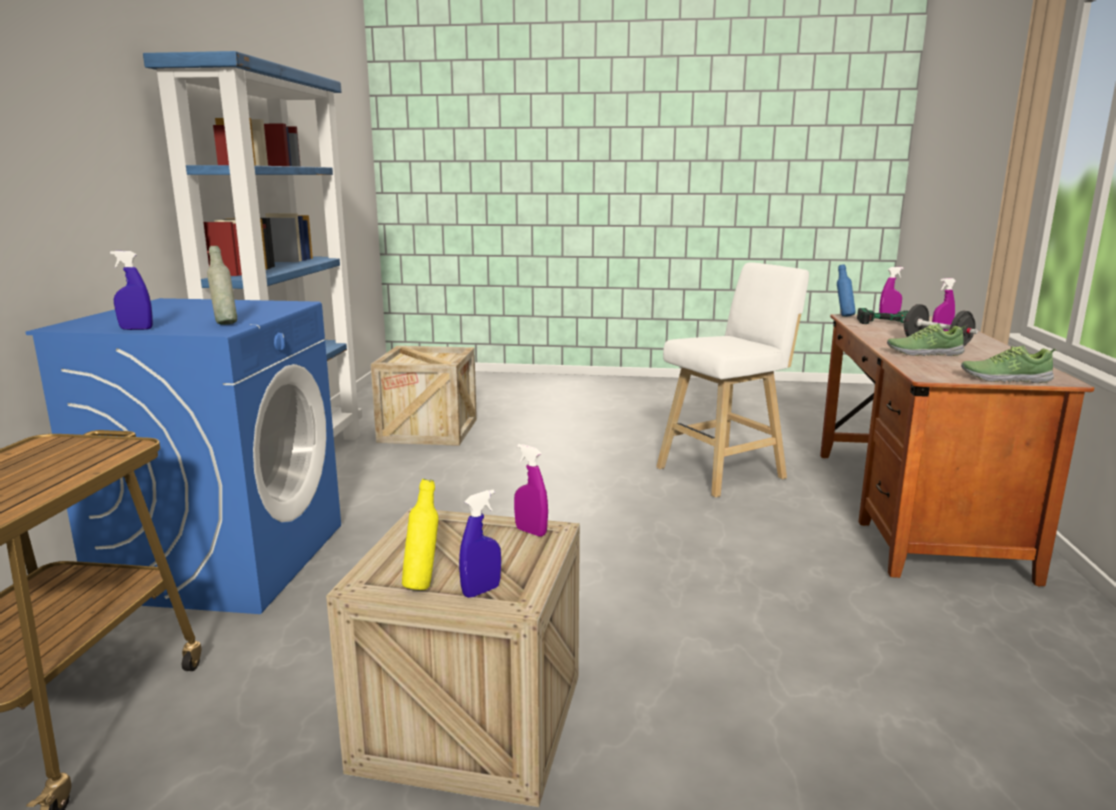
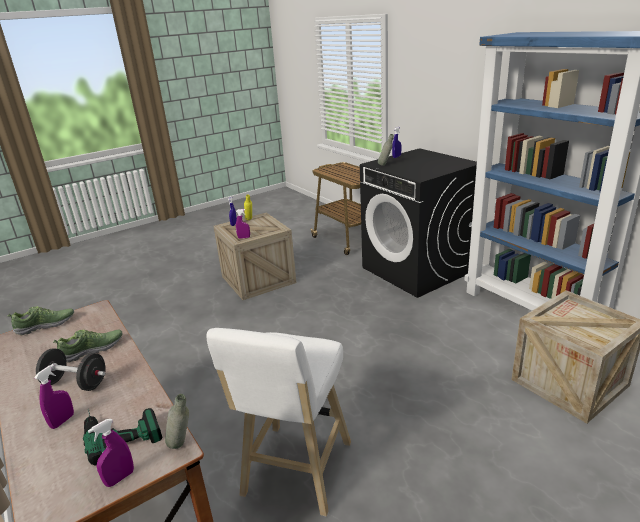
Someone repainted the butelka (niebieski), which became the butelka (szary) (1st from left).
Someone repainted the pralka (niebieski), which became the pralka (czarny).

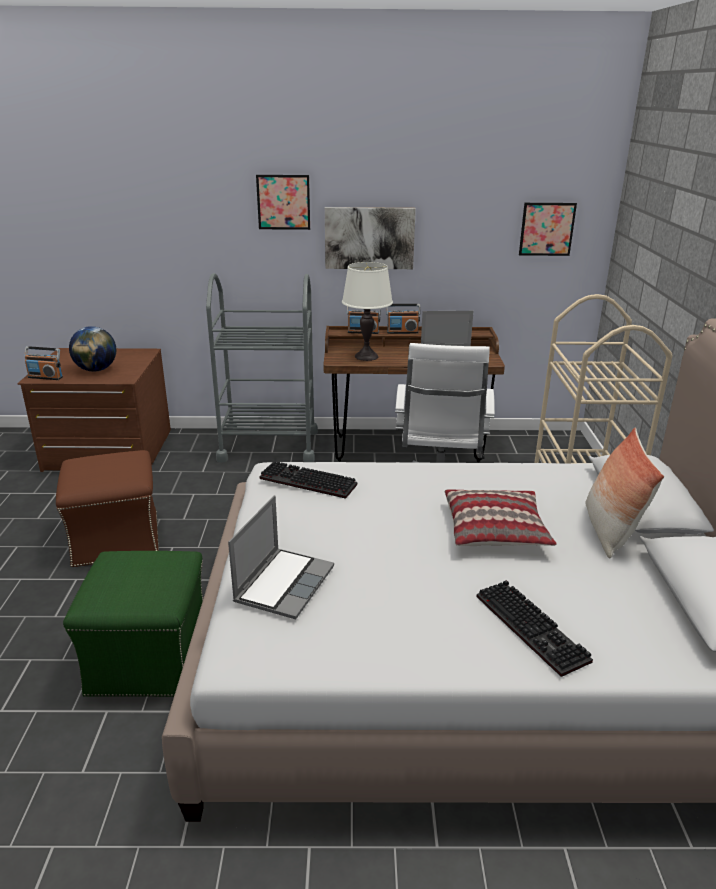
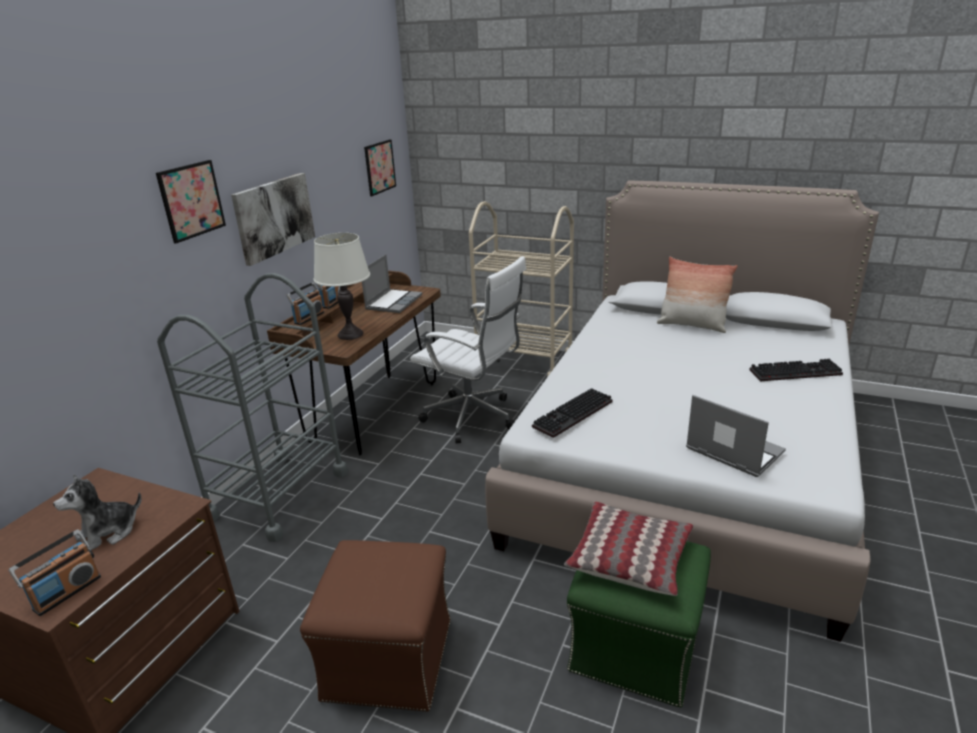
Someone swapped the globus for the pluszak.
Someone carried the poduszka (1st from left).

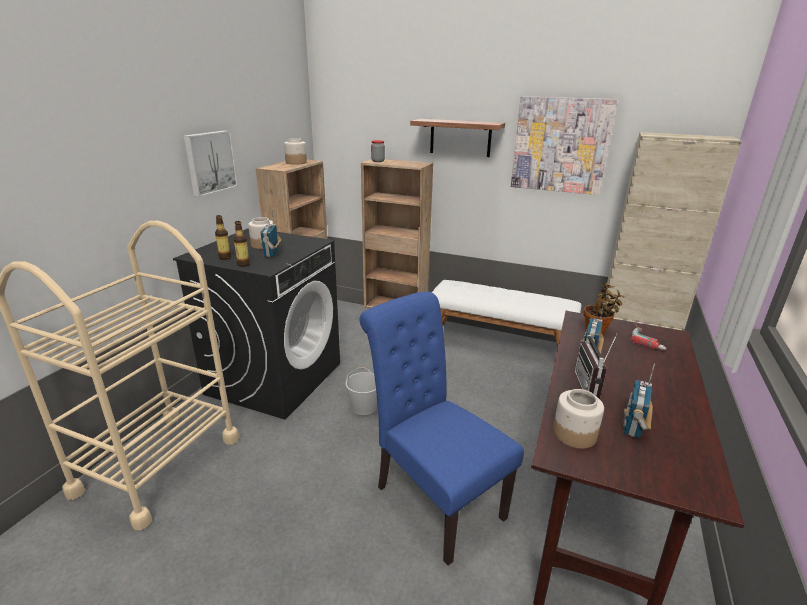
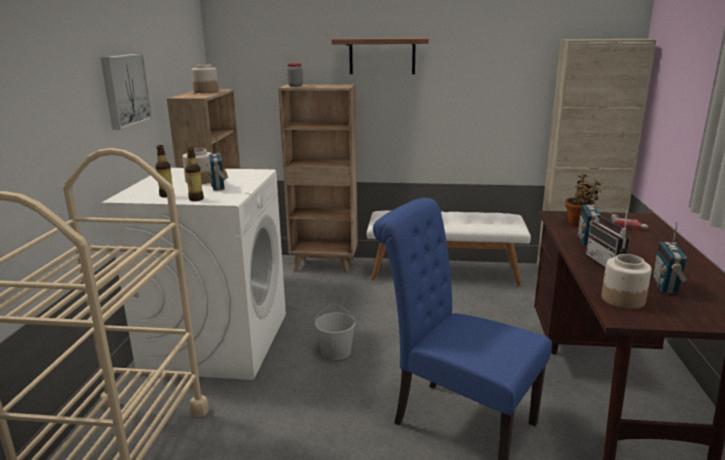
Someone took away the obraz (2nd from left).
Someone repainted the pralka (czarny), which became the pralka (biały).

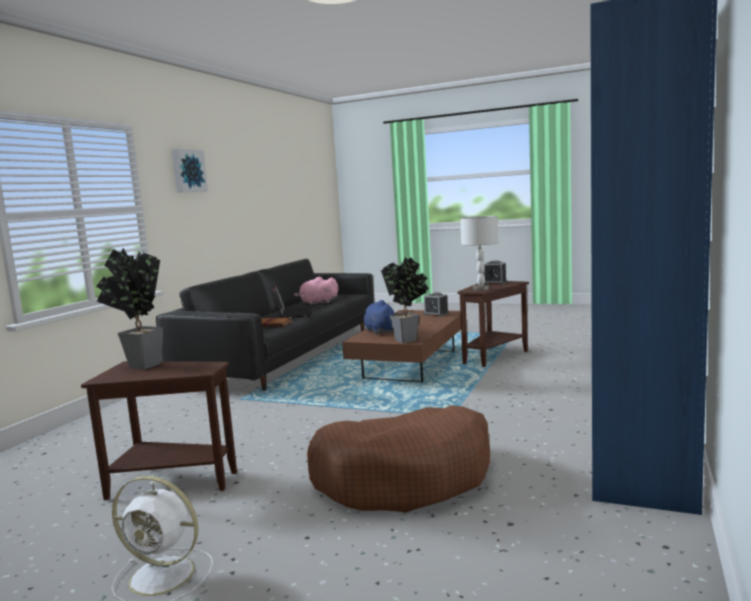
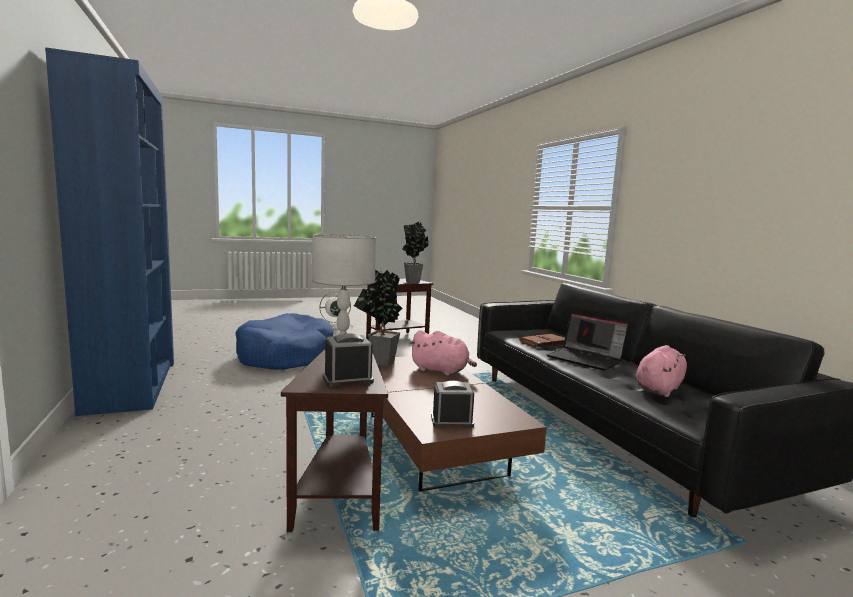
Someone took away the obraz.
Someone repainted the pluszak (niebieski), which became the pluszak (różowy) (1st from left).
Someone repainted the legowisko (brązowy), which became the legowisko (niebieski).

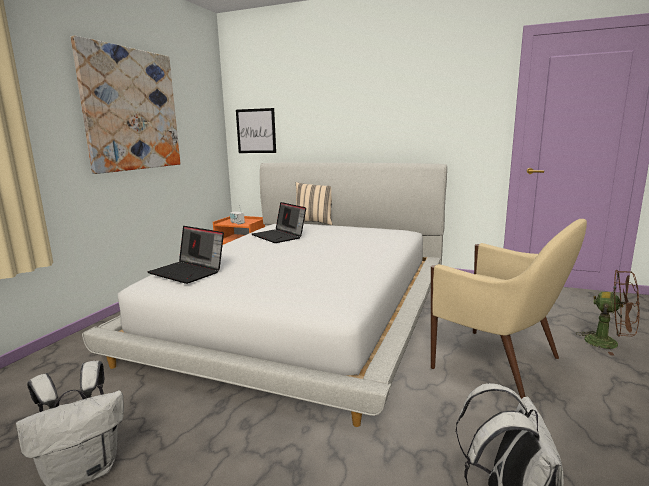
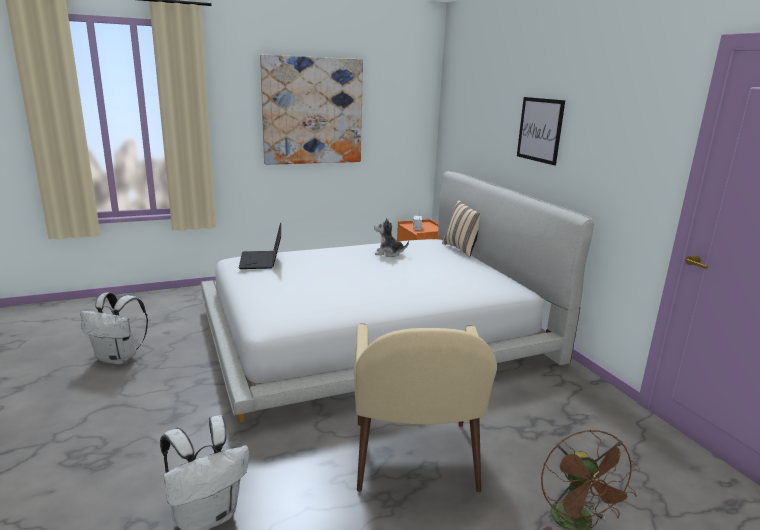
Someone carried the obraz (2nd from left).
Someone swapped the laptop (2nd from left) for the pluszak.

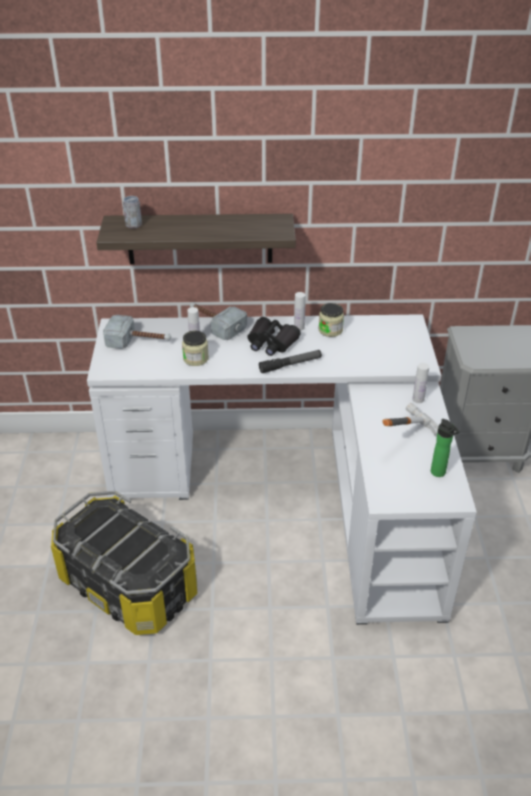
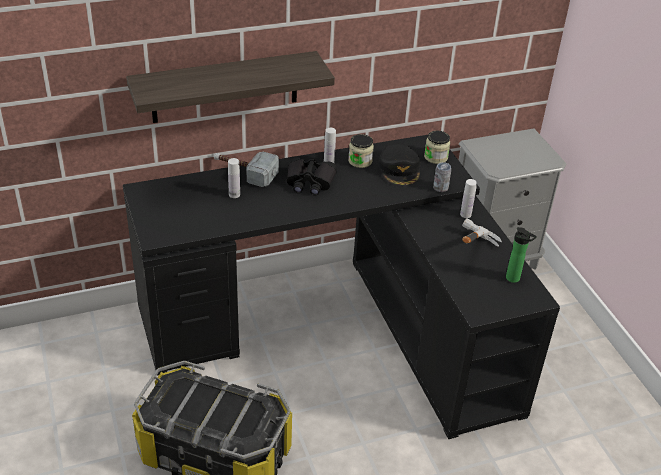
Someone carried the puszka.
Someone repainted the biurko (biały), which became the biurko (czarny).
Someone took away the młotek (1st from left).
Someone carried the słoik (1st from left in the first image).
Someone took away the latarka.
Someone put down the czapka z daszkiem (czarny).

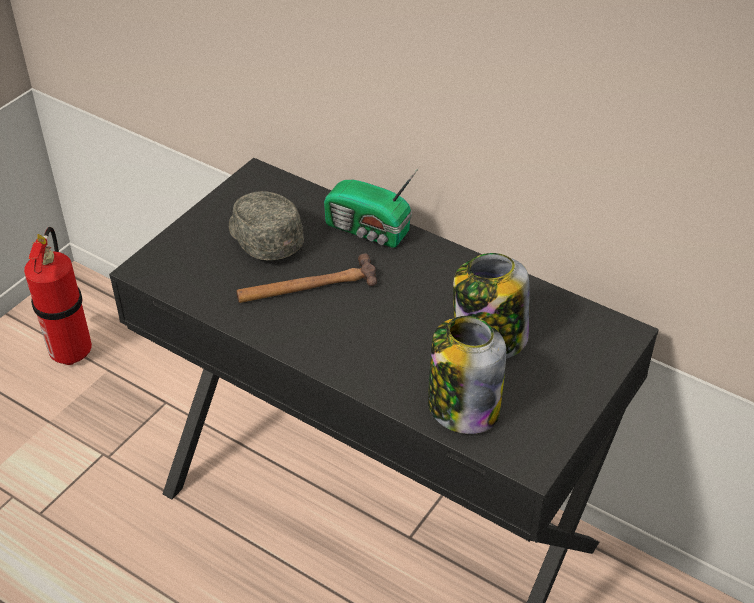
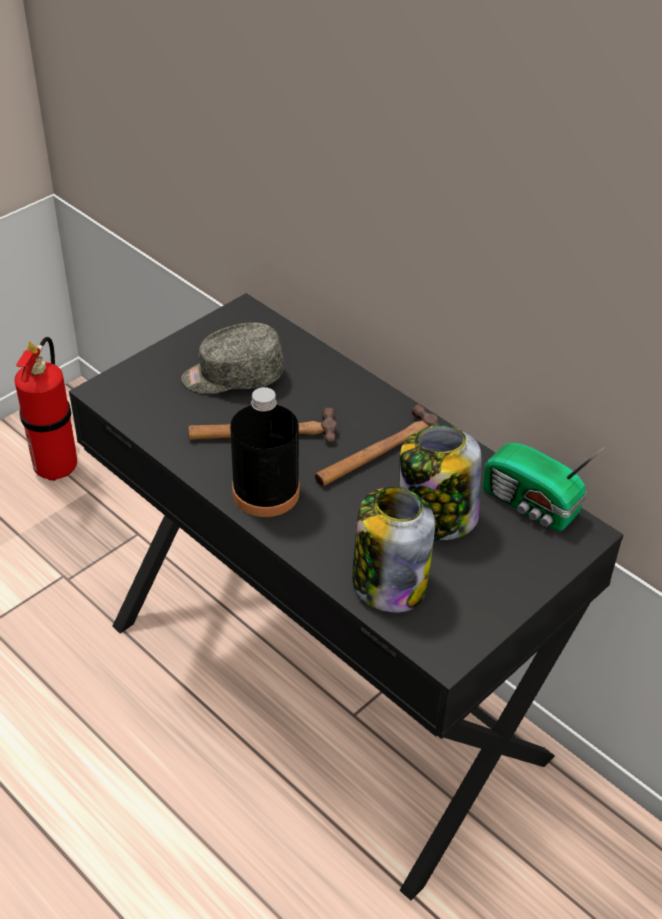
Someone carried the radio.
Someone rotated the czapka z daszkiem (szary) by 75 degrees counterclockwise.
Someone put down the butelka (czarny).
Someone put down the młotek (2nd from left).

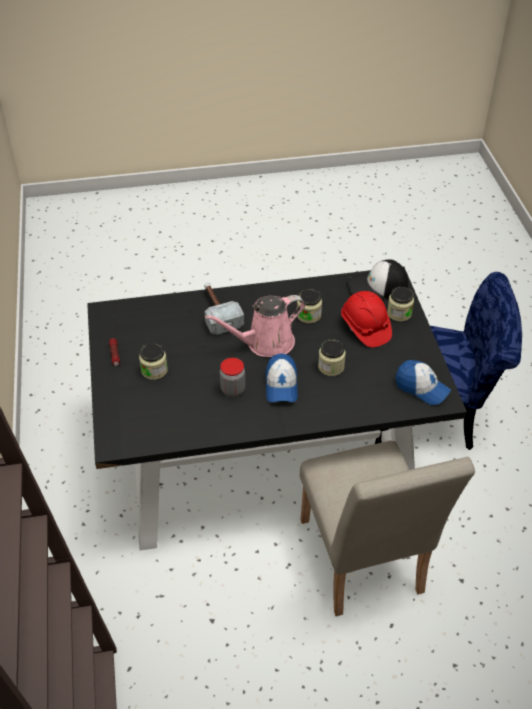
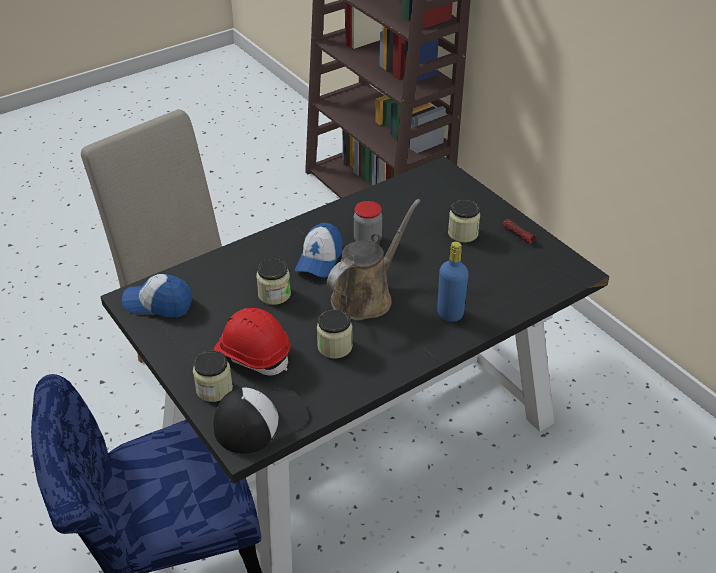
Someone swapped the młotek for the butelka (niebieski).
Someone repainted the konewka (różowy), which became the konewka (brązowy).
Someone rotated the czapka z daszkiem (1st from left in the first image) by 135 degrees counterclockwise.

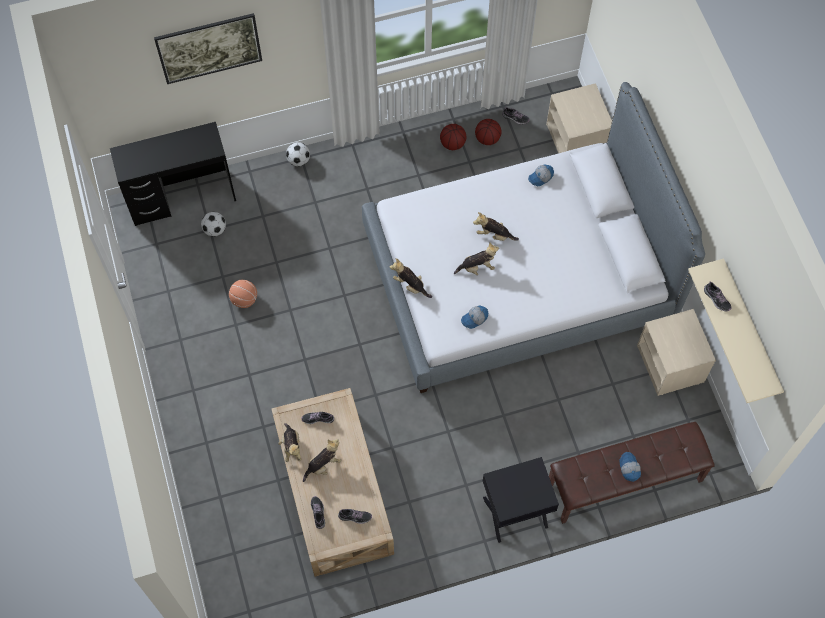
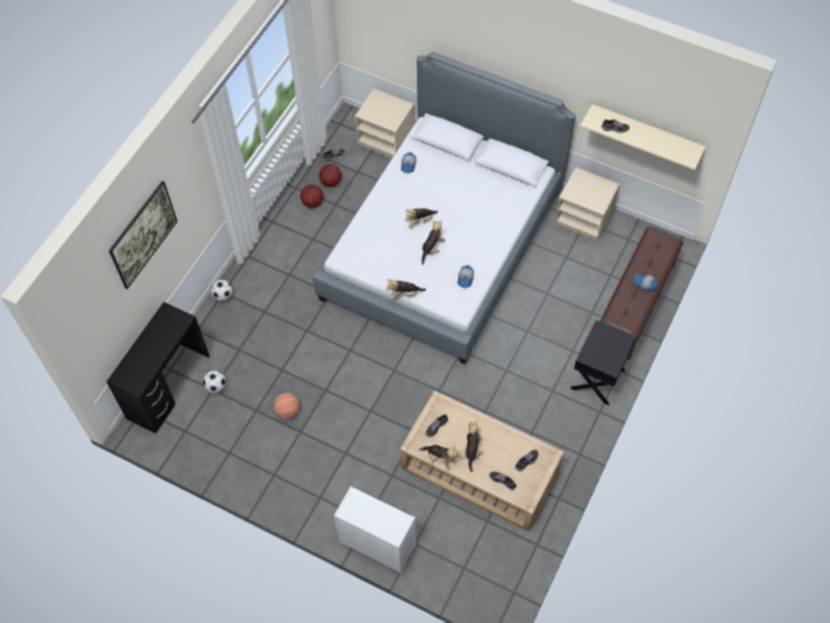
Someone put down the komoda (biały).

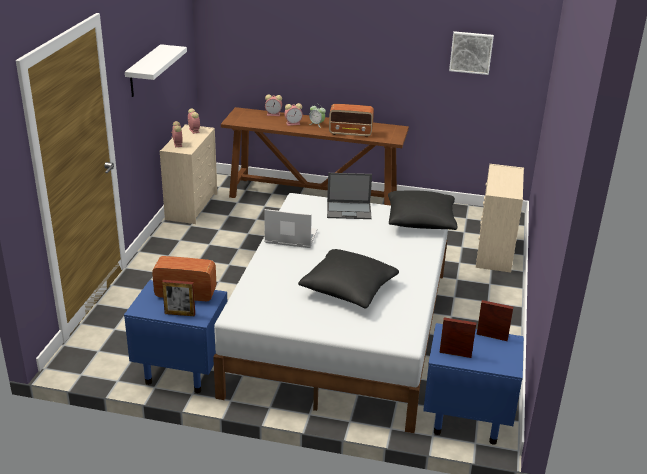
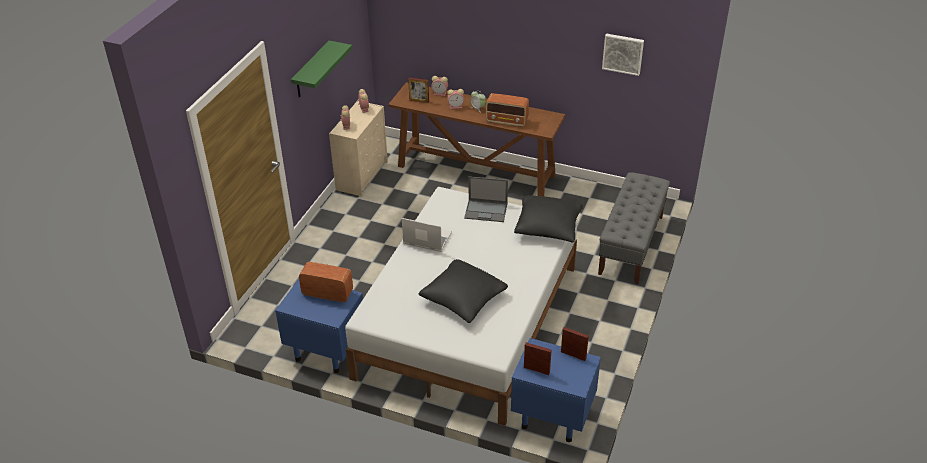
Someone repainted the półka (biały), which became the półka (zielony).
Someone swapped the komoda (beżowy) (2nd from left) for the ławka (szary).
Someone carried the ramka na zdjęcie (1st from left).

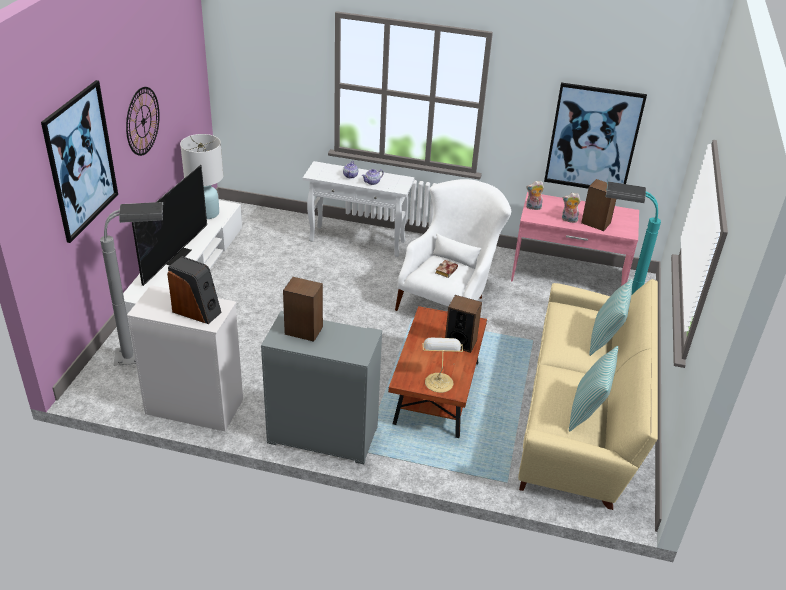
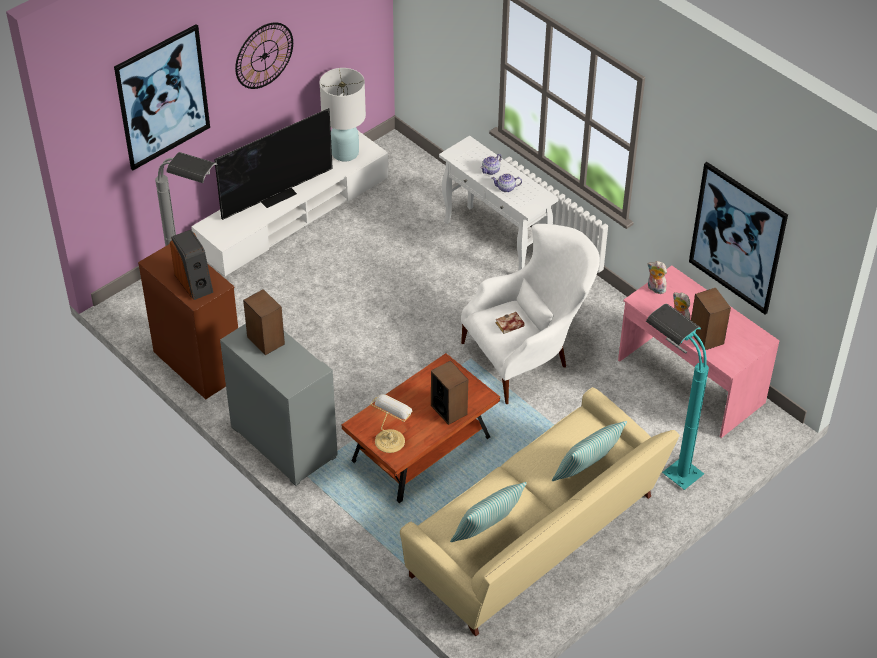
Someone repainted the komoda (biały), which became the komoda (brązowy).

